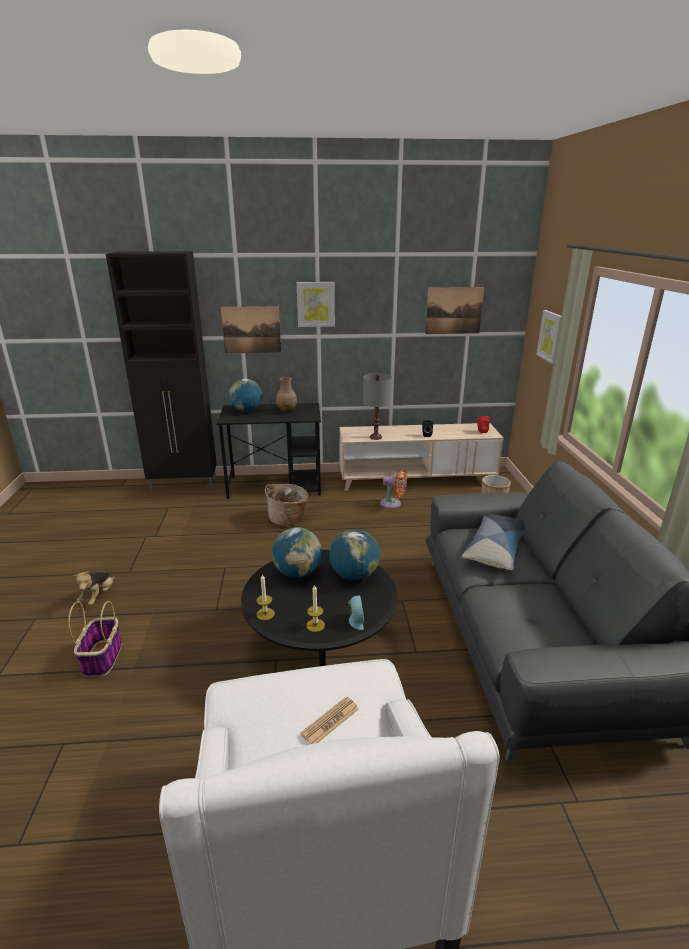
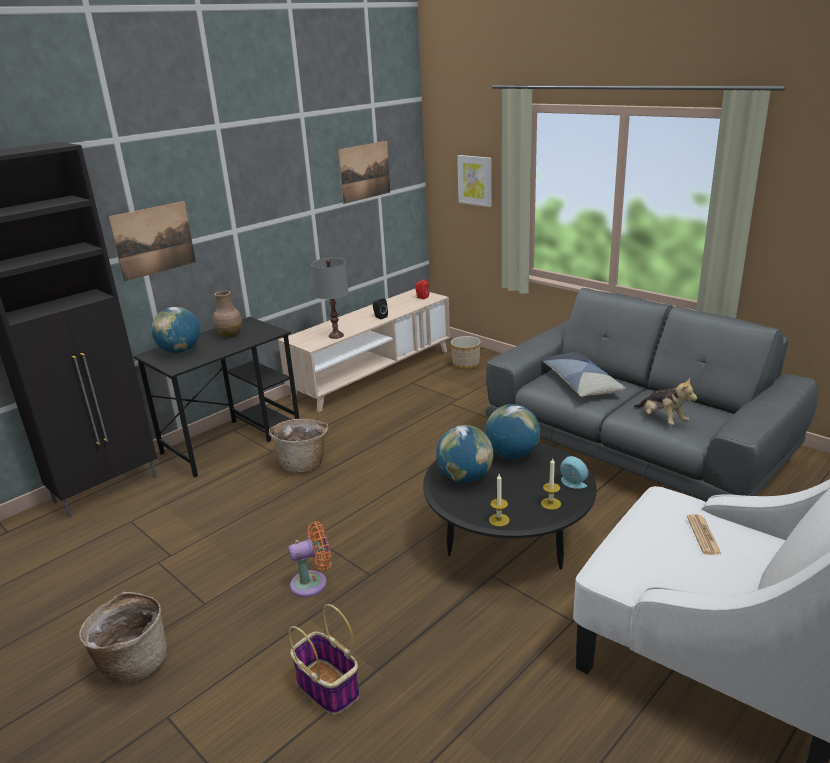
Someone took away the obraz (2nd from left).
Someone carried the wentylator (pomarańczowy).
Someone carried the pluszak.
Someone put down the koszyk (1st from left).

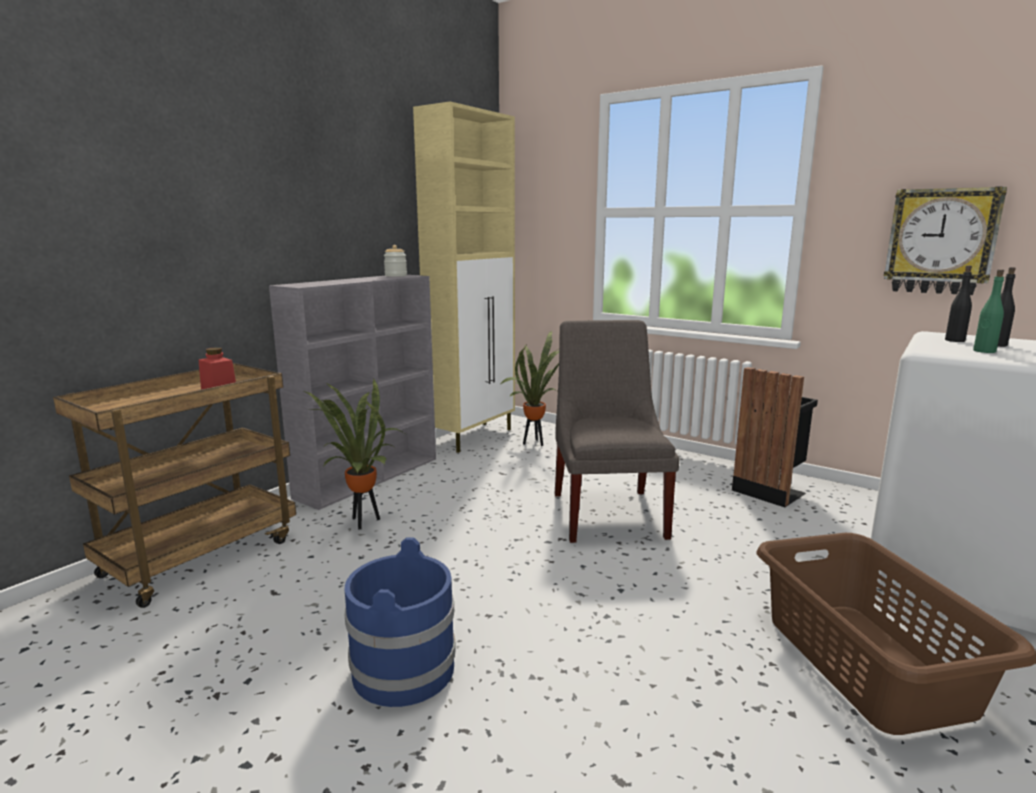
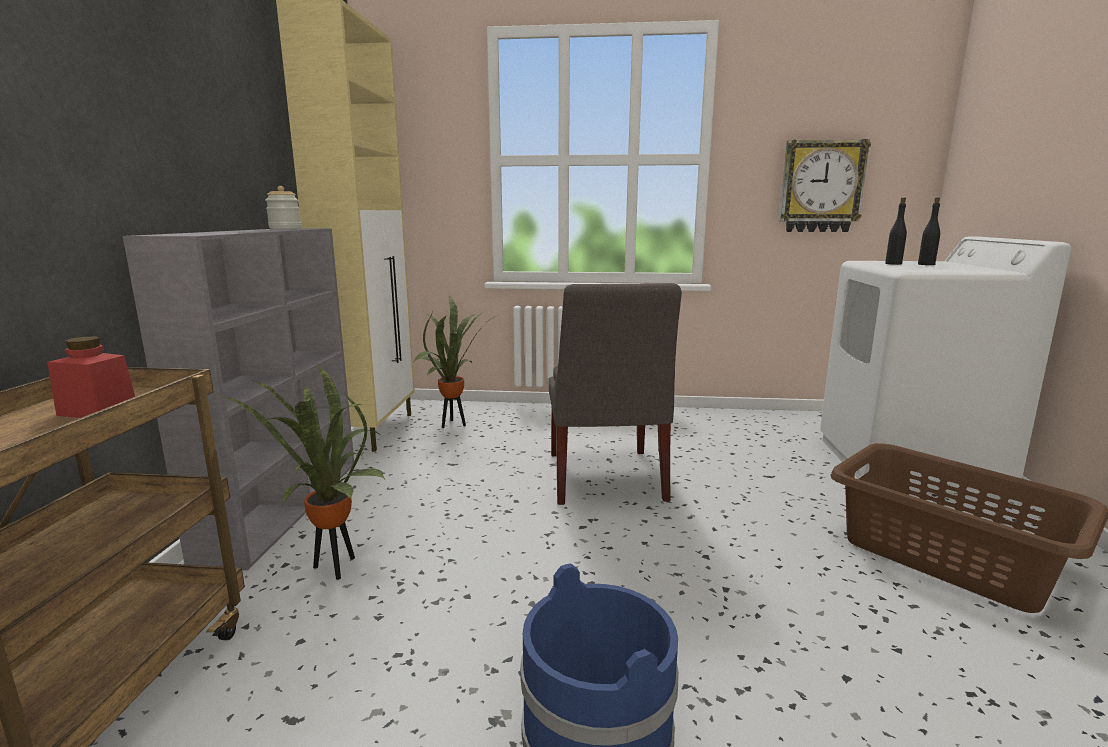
Someone took away the butelka (zielony).
Someone rotated the krzesło (szary) by 150 degrees counterclockwise.
Someone took away the kosz na śmieci (czarny).

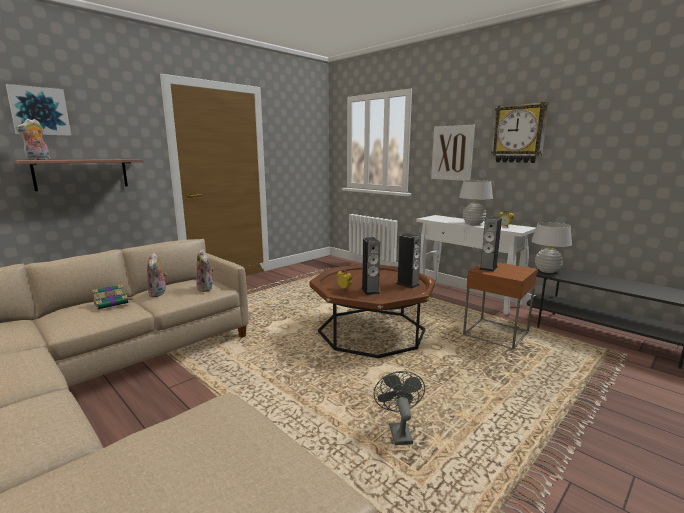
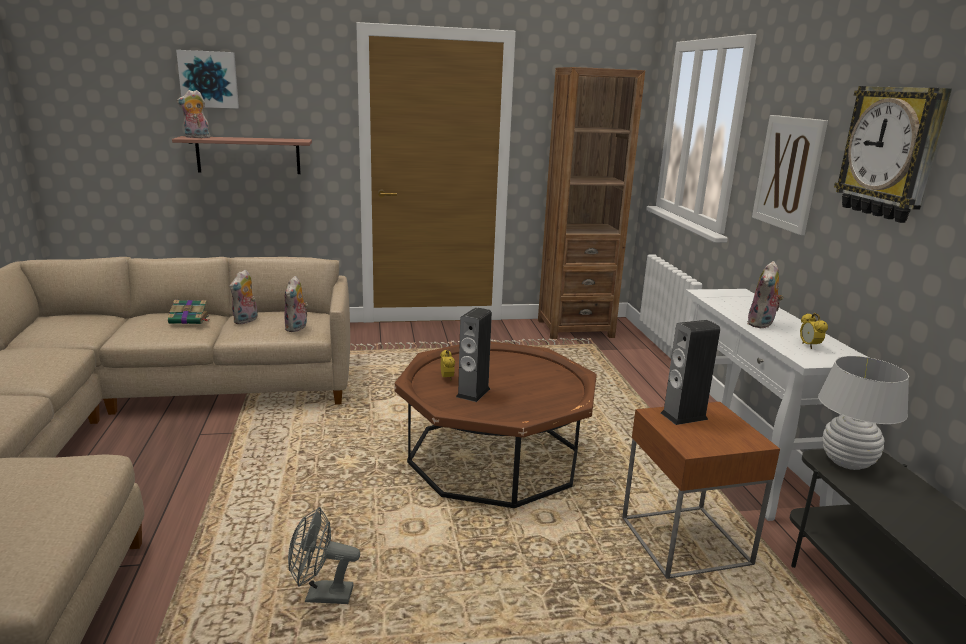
Someone swapped the lampa stołowa (biały) (1st from left) for the pluszak (4th from left).
Someone took away the głośnik (2nd from left).
Someone rotated the wentylator (szary) by 120 degrees counterclockwise.
Someone put down the regał (brązowy).

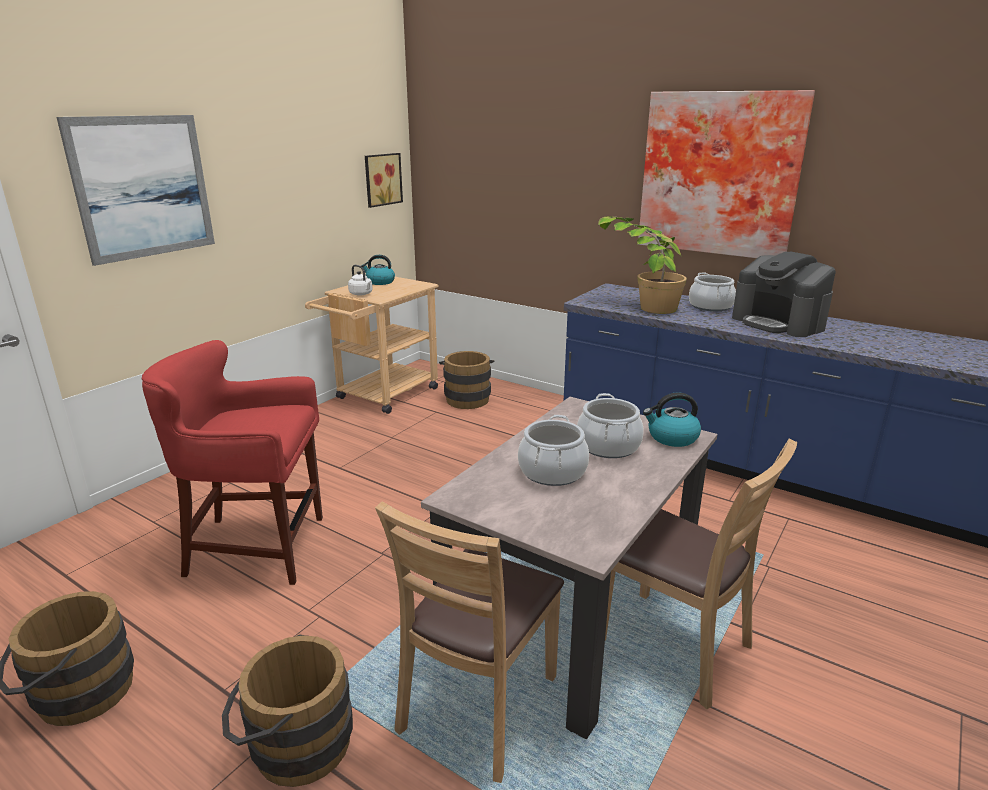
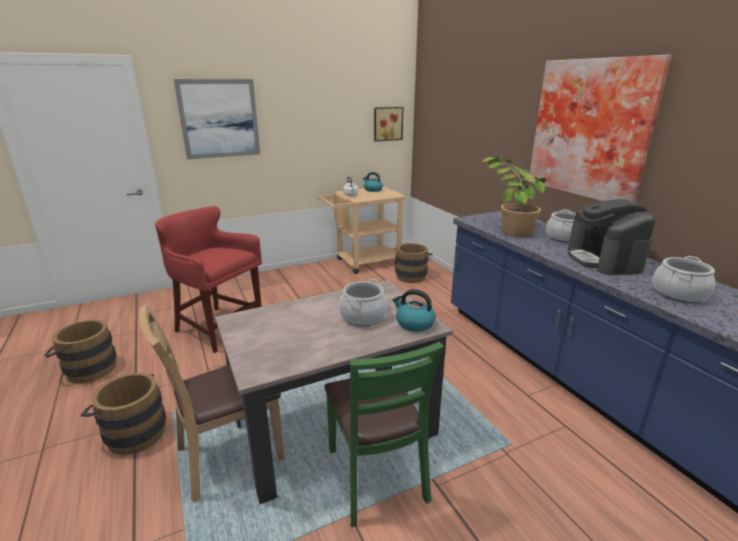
Someone carried the garnek (1st from left in the first image).
Someone repainted the krzesło (brązowy) (2nd from left), which became the krzesło (zielony).

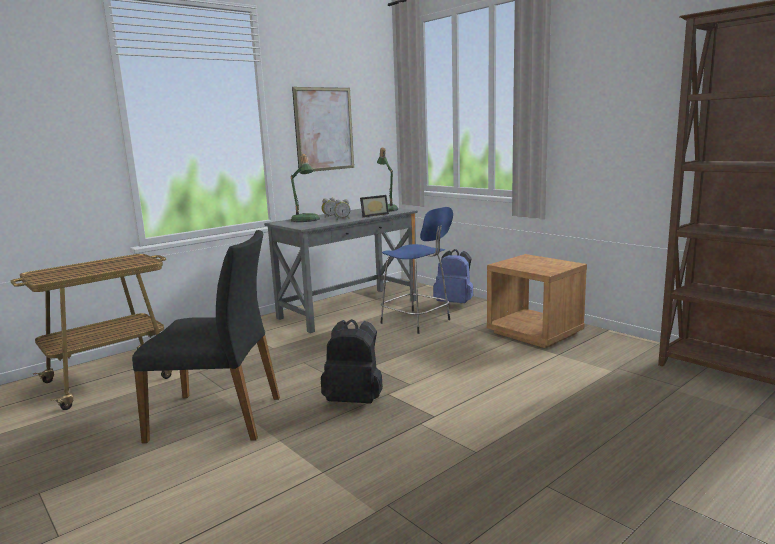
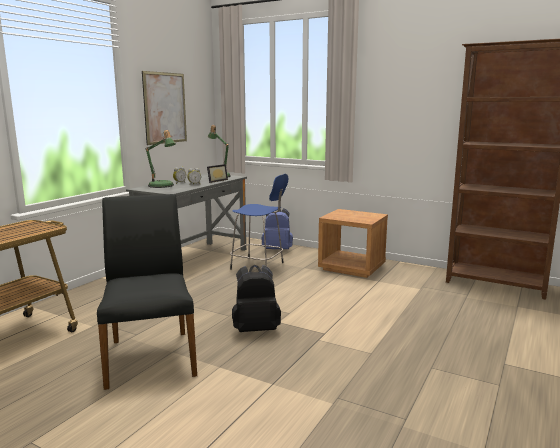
Someone rotated the krzesło (czarny) by 90 degrees counterclockwise.

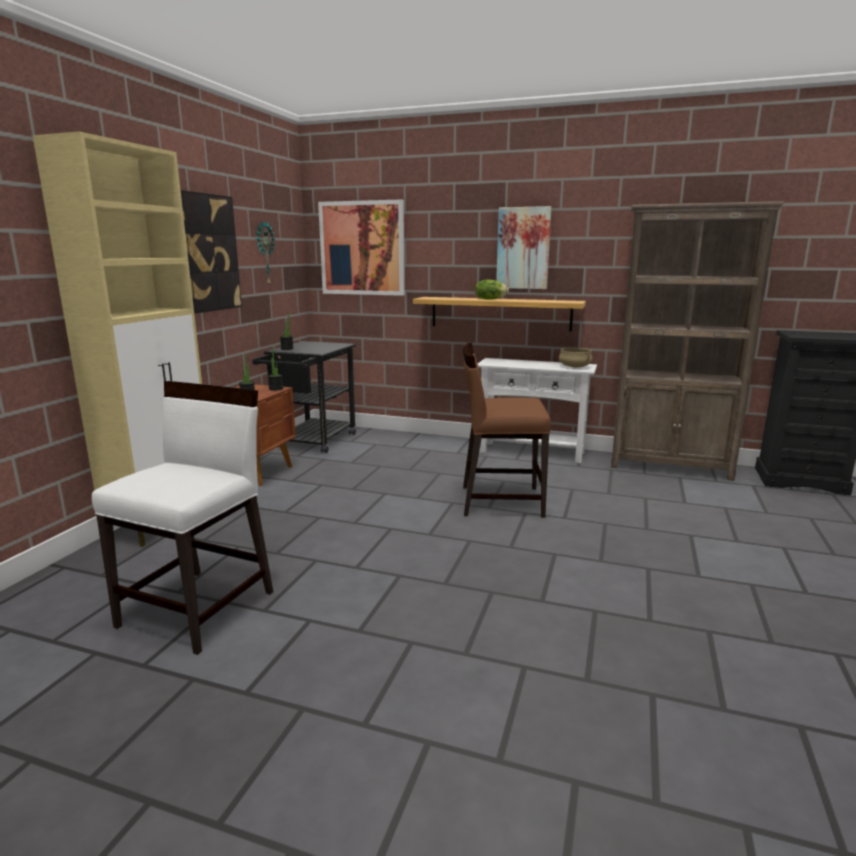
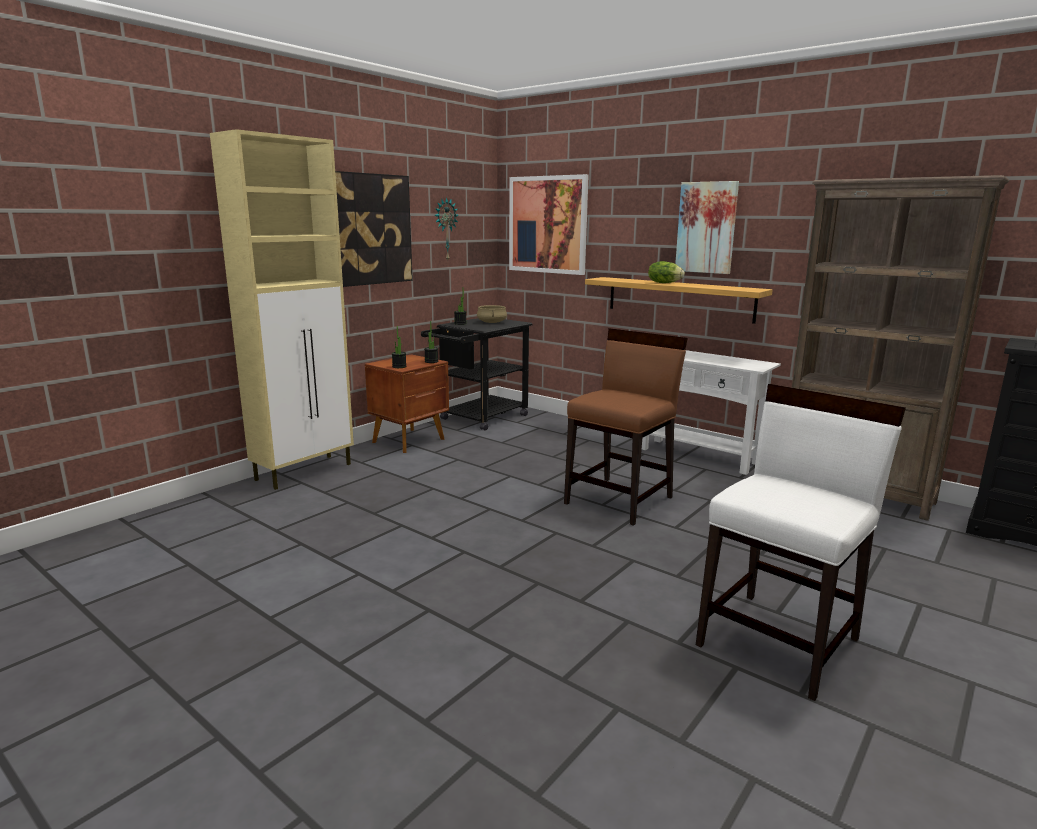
Someone rotated the krzesło (brązowy) by 105 degrees clockwise.
Someone carried the garnek (beżowy).
Someone carried the krzesło (biały).

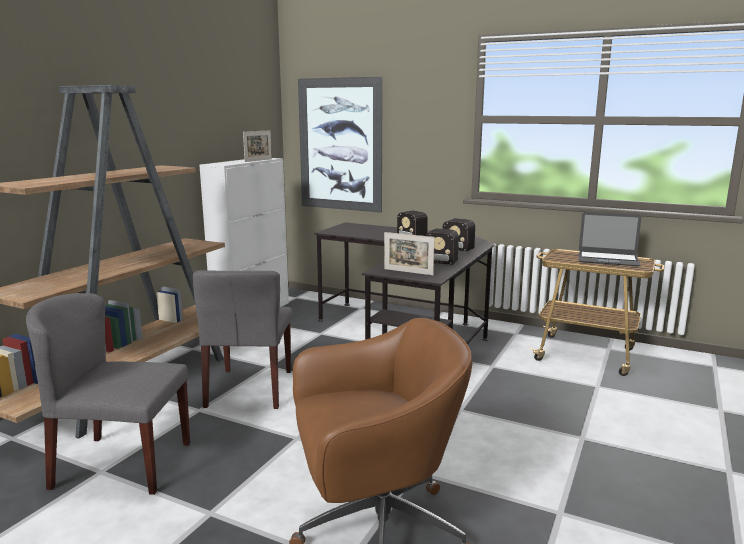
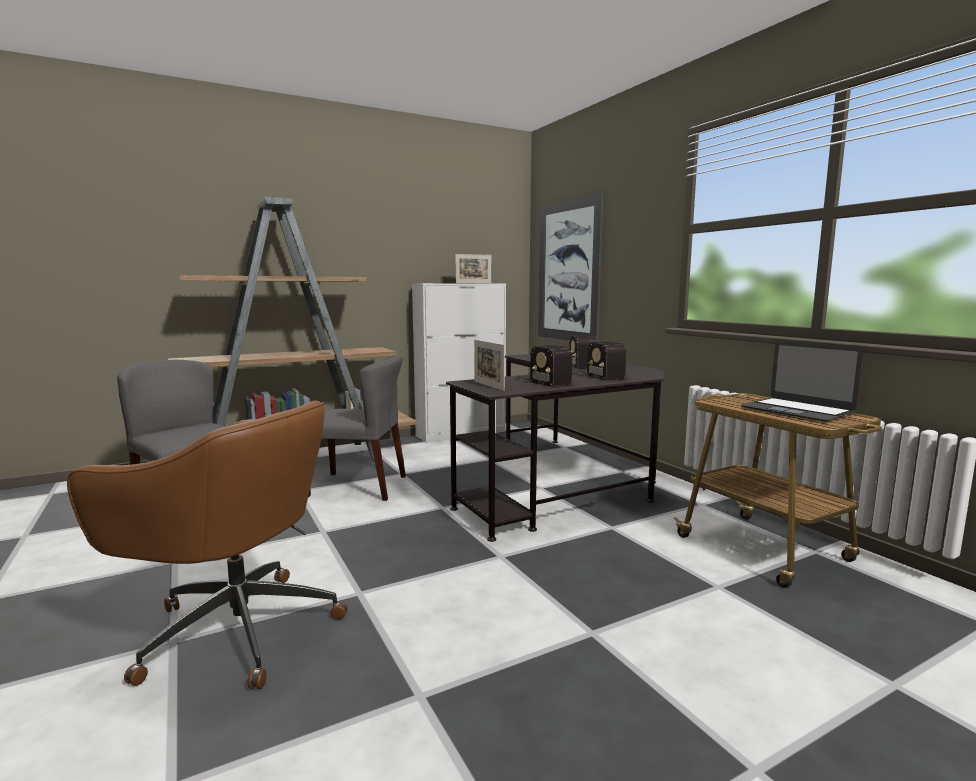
Someone rotated the krzesło (szary) (2nd from left) by 120 degrees counterclockwise.

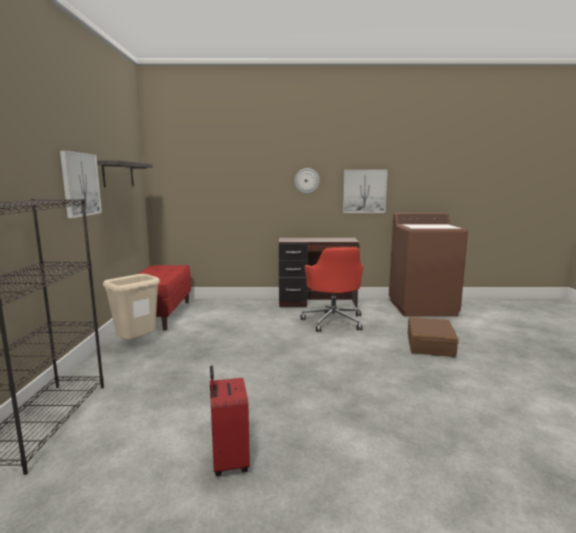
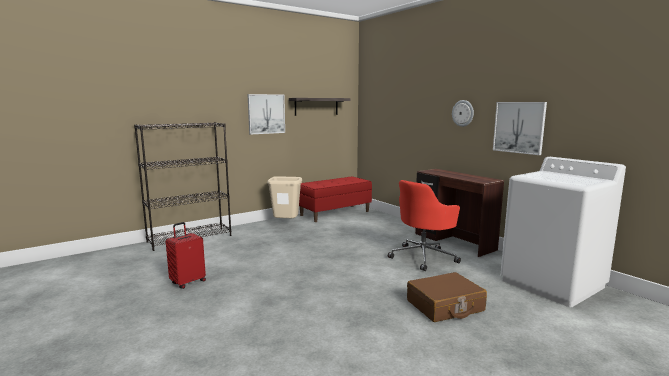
Someone repainted the pralka (brązowy), which became the pralka (biały).

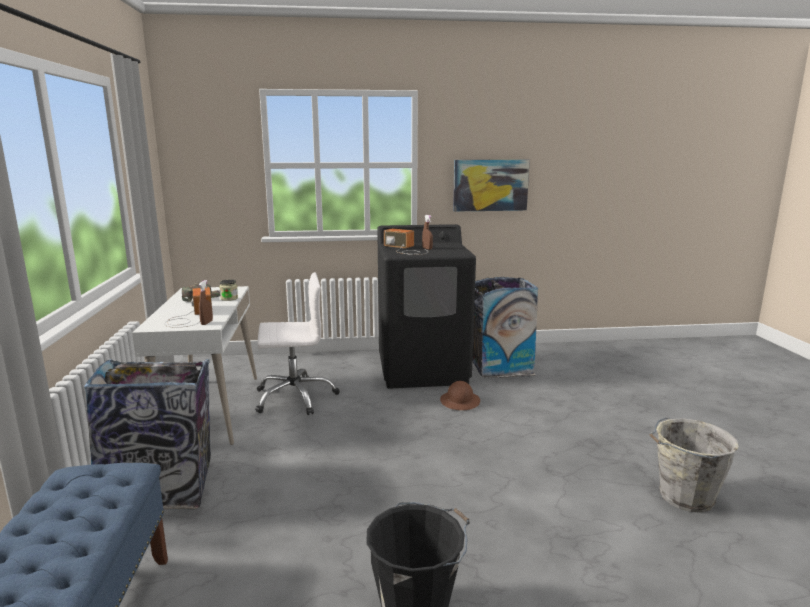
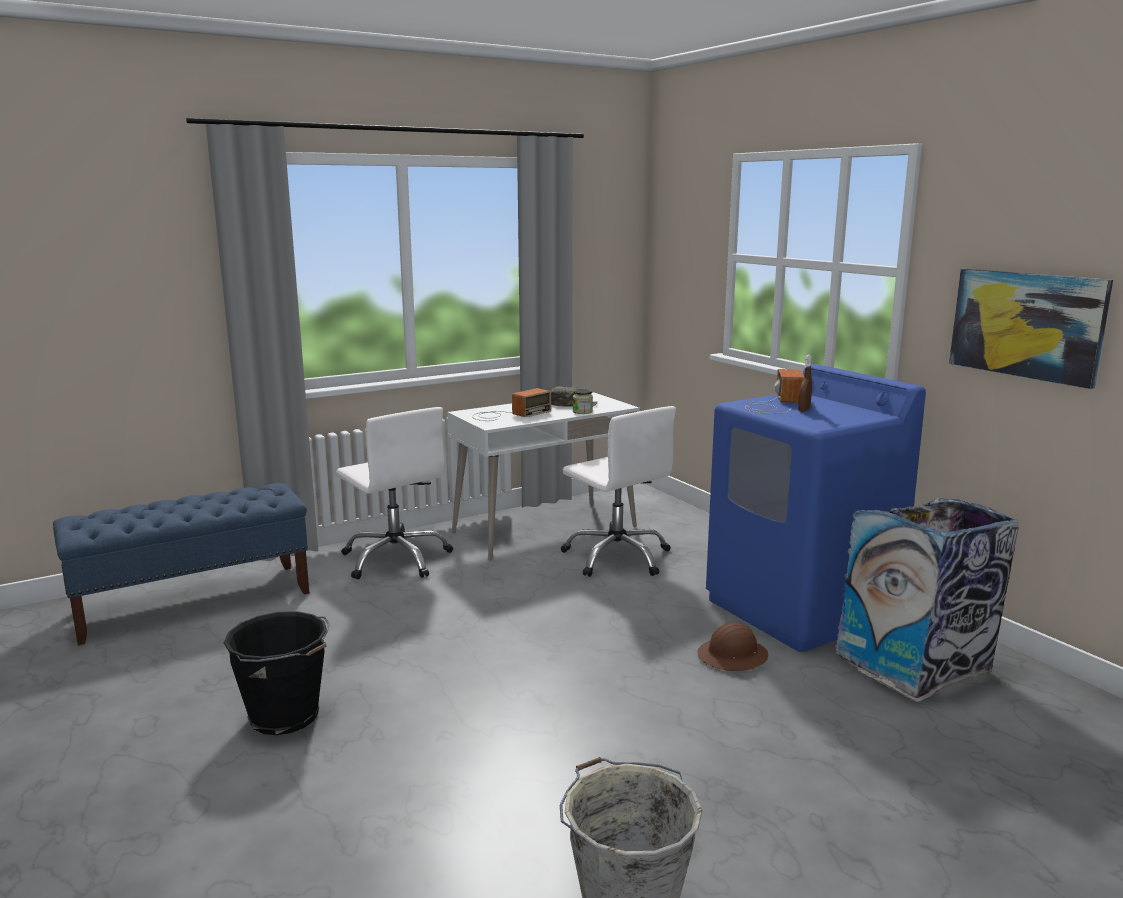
Someone repainted the pralka (czarny), which became the pralka (niebieski).
Someone took away the spryskiwacz (brązowy) (1st from left).
Someone swapped the kosz na śmieci (1st from left) for the krzesło biurowe (biały) (1st from left).

